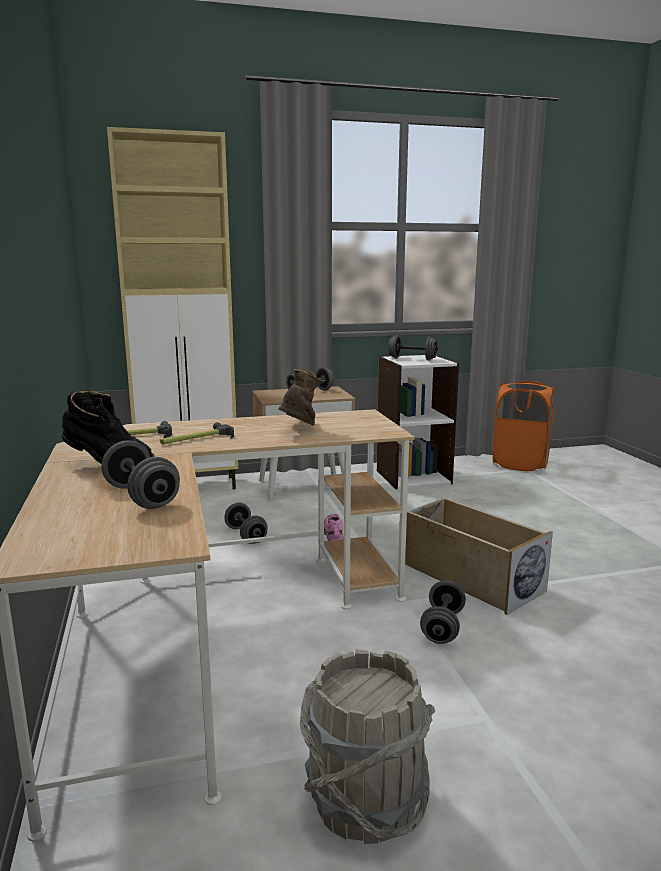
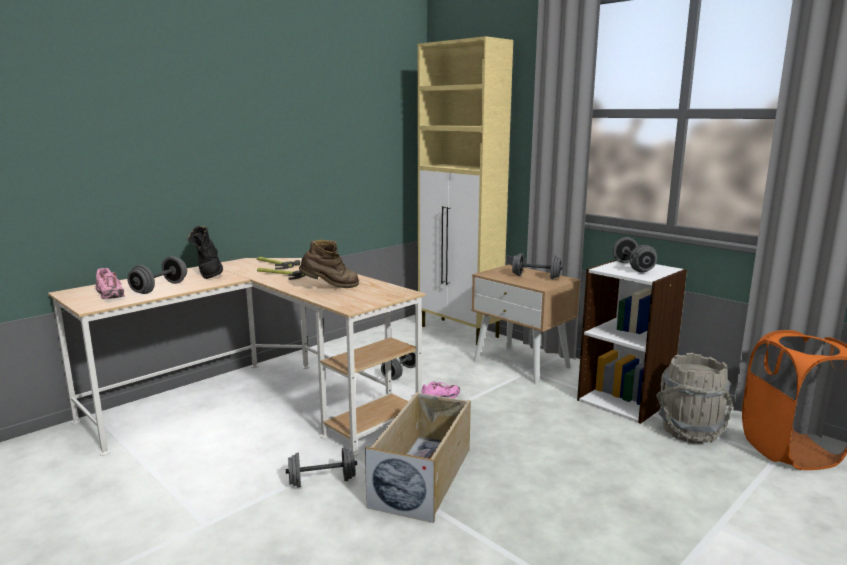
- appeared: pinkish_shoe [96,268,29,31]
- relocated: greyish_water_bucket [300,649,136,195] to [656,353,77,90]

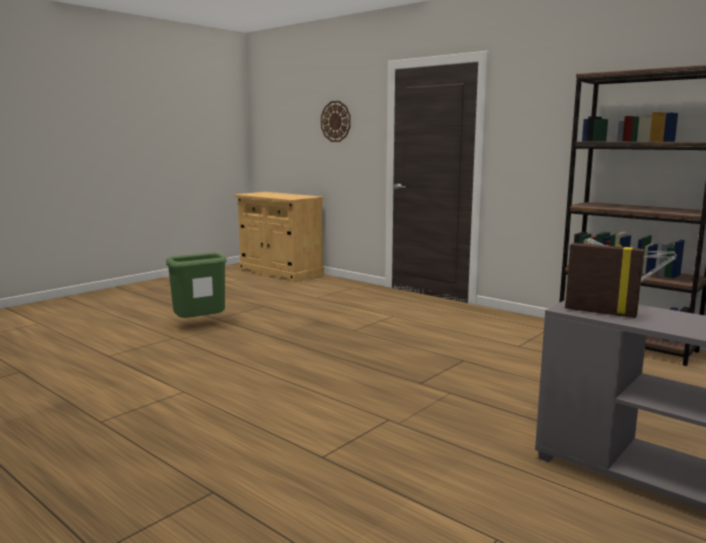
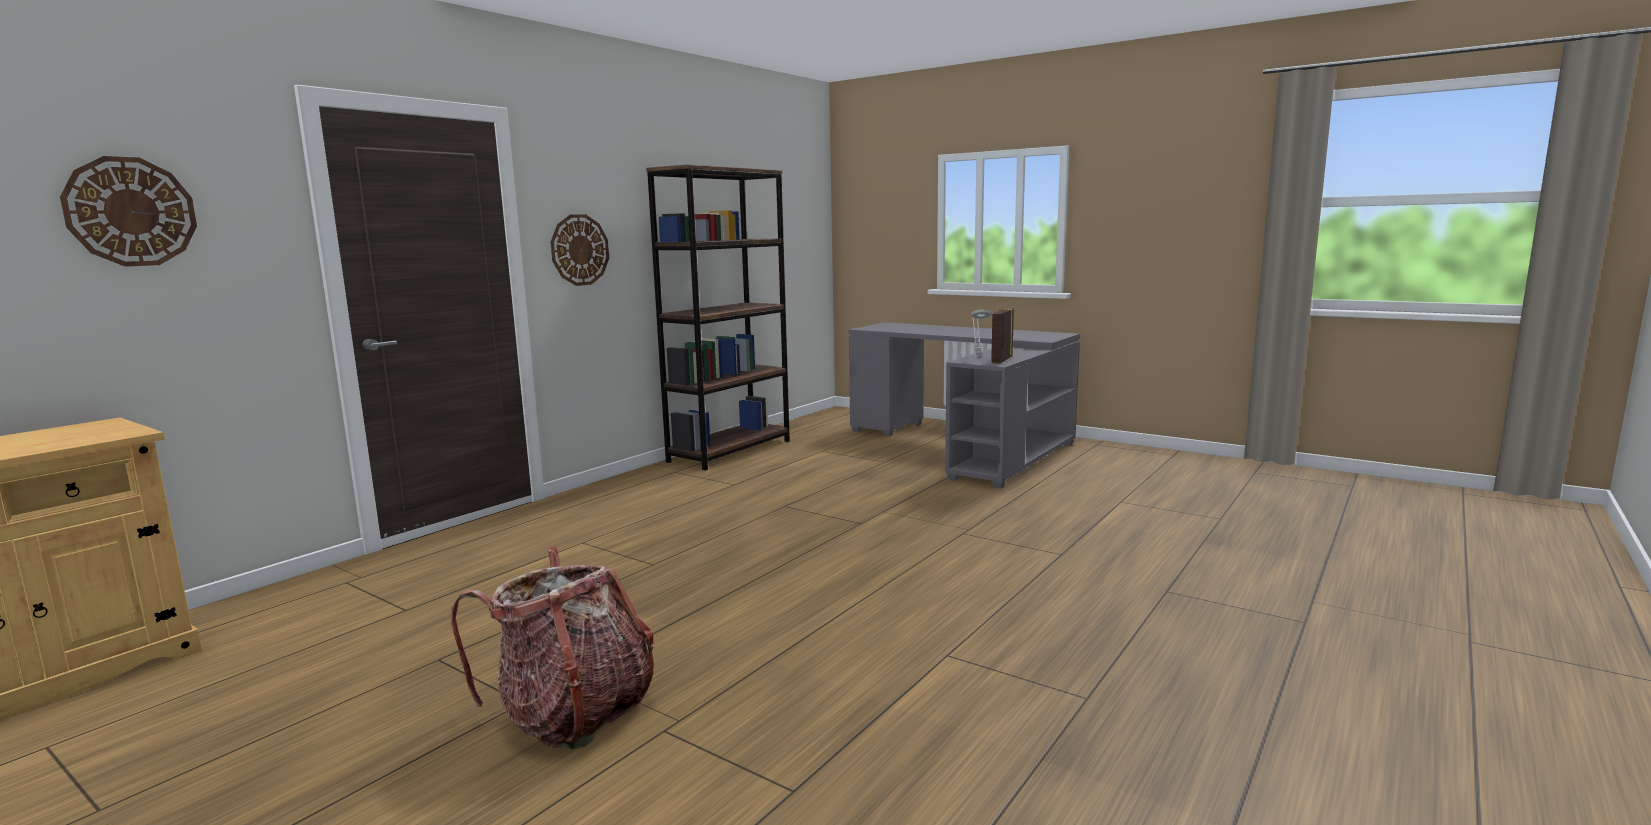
- appeared: clock_on_the_wall [551,214,58,72]
- exchanged: greenish_trash_can [166,253,61,65] to rucksack [451,546,203,203]

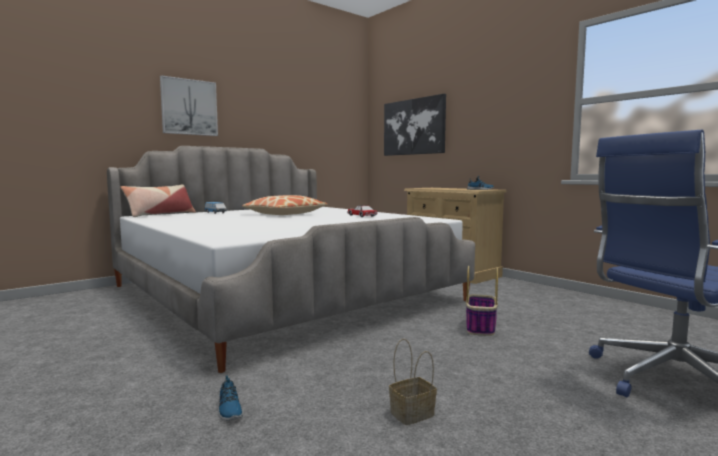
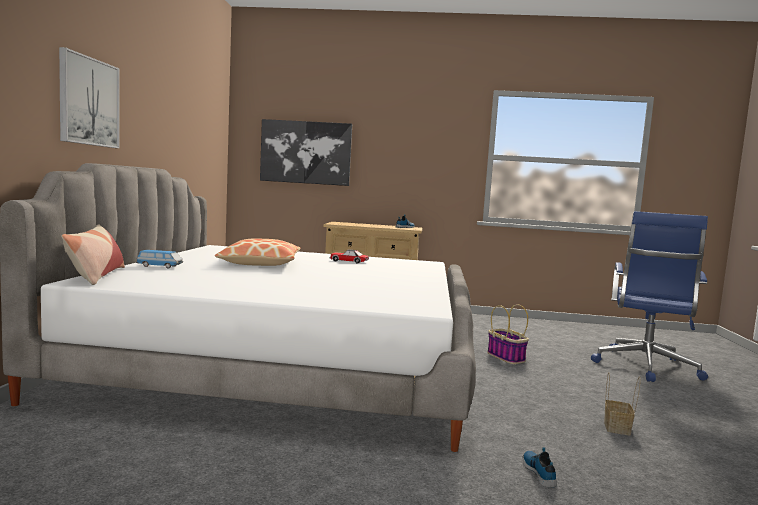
- spun: shoe [218,375,25,46] = [523,447,34,41] 120 degrees counterclockwise

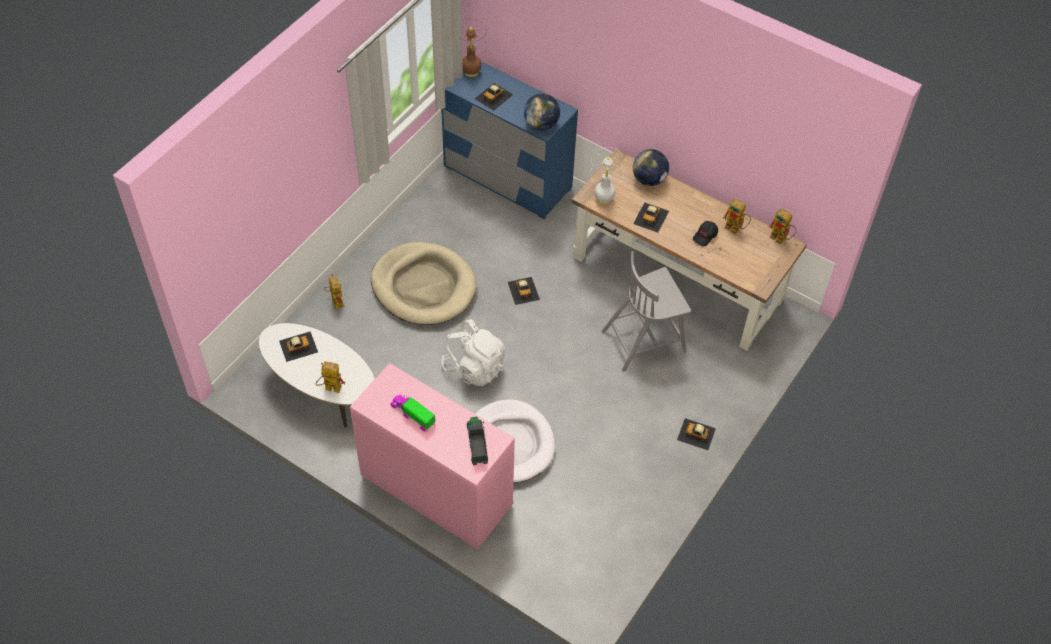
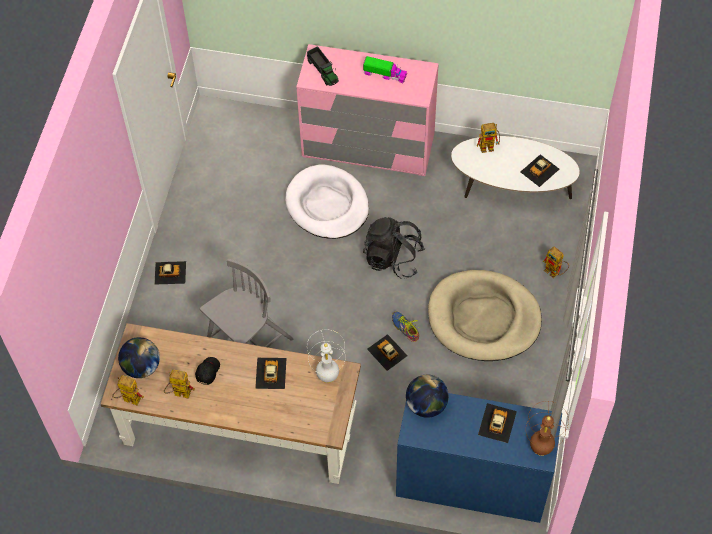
- appeared: shoe [392,311,27,31]
- relocated: globe [633,149,36,37] to [118,337,42,41]
- colour: white-coloured_rucksack [441,320,64,66] to black_rucksack [363,217,62,62]

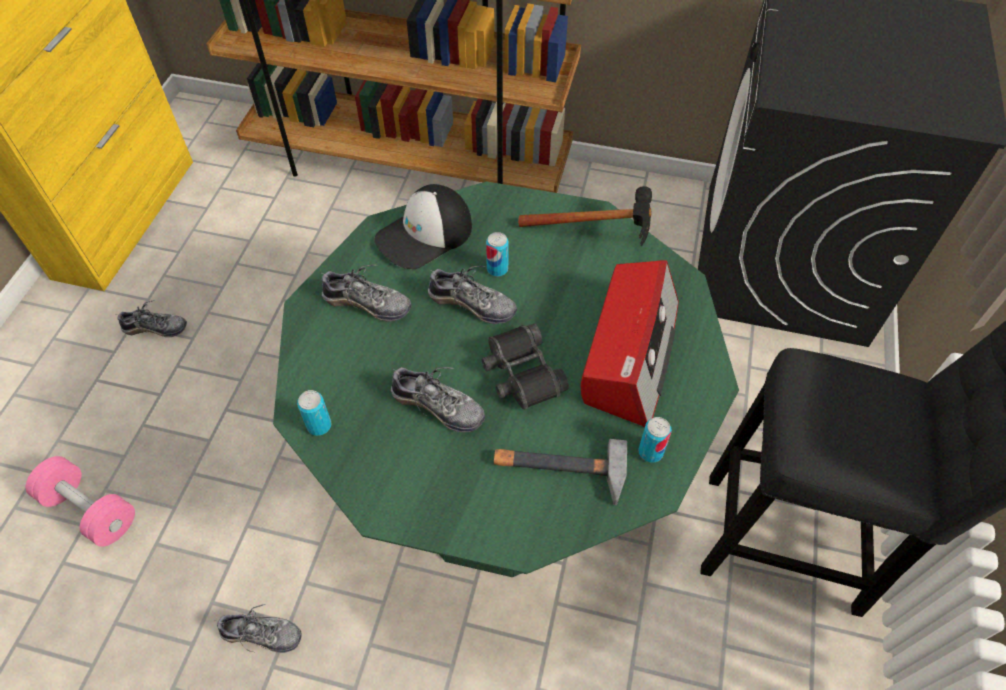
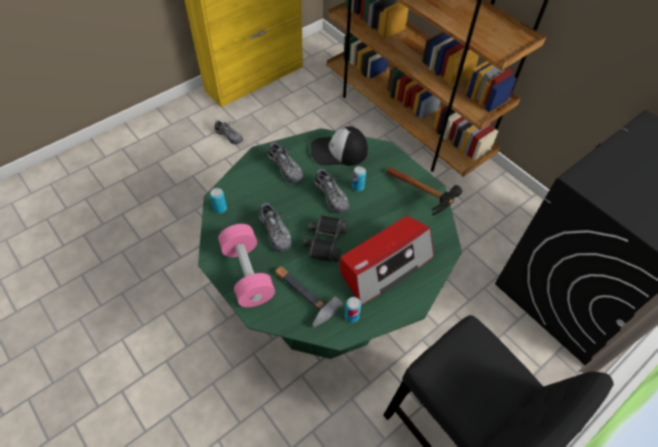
- missing: shoe [217,604,85,49]
- relocated: pinkish_hand_weight [26,456,109,91] to [218,224,57,83]

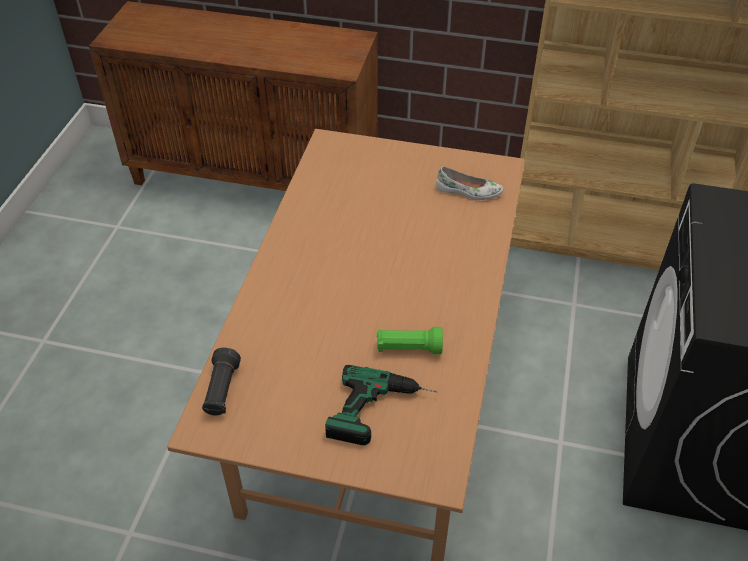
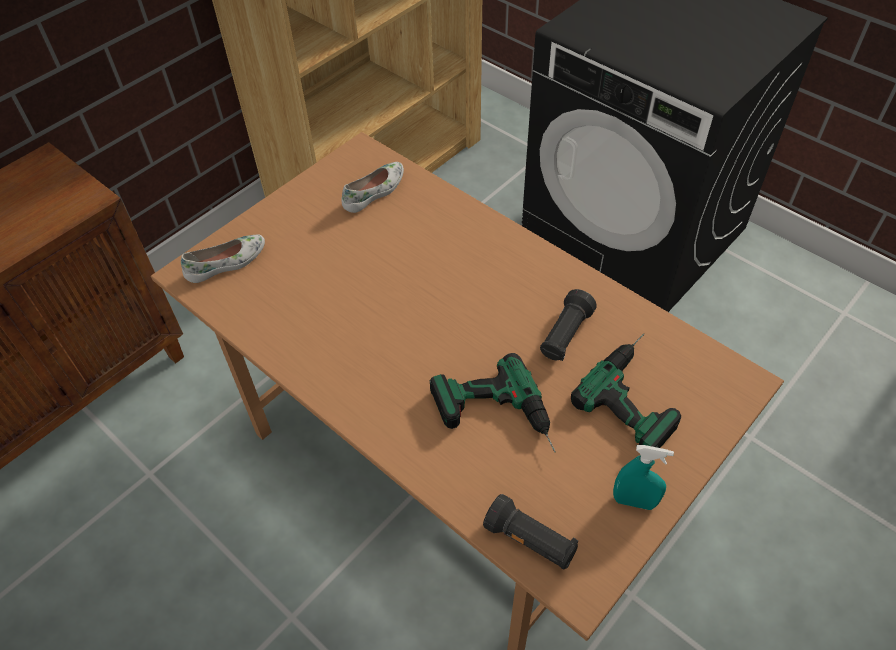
- appeared: white-coloured_shoe [181,234,84,49]
- appeared: electric_drill [429,353,127,99]
- appeared: blue-green_hand_sprayer [613,445,61,65]
- colour: greenish_hand_torch [377,327,66,27] to black_hand_torch [540,289,56,72]

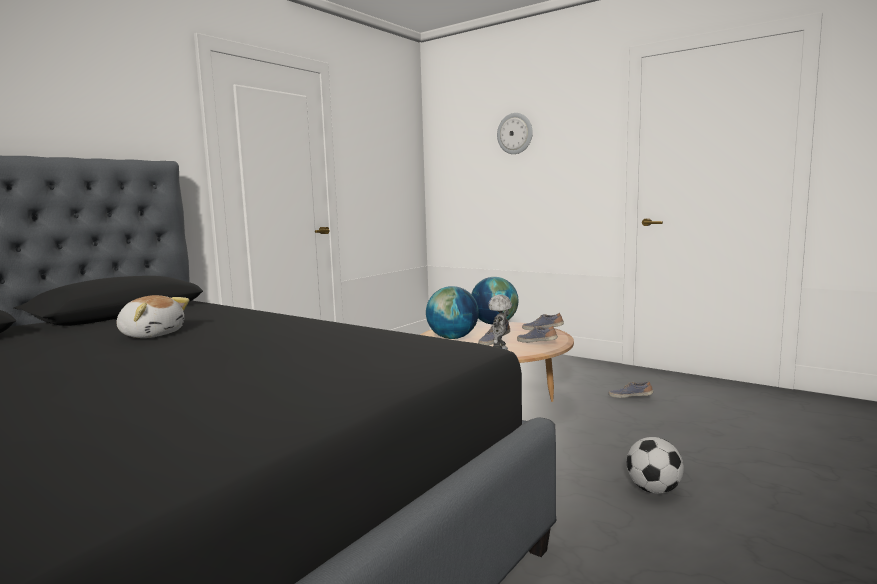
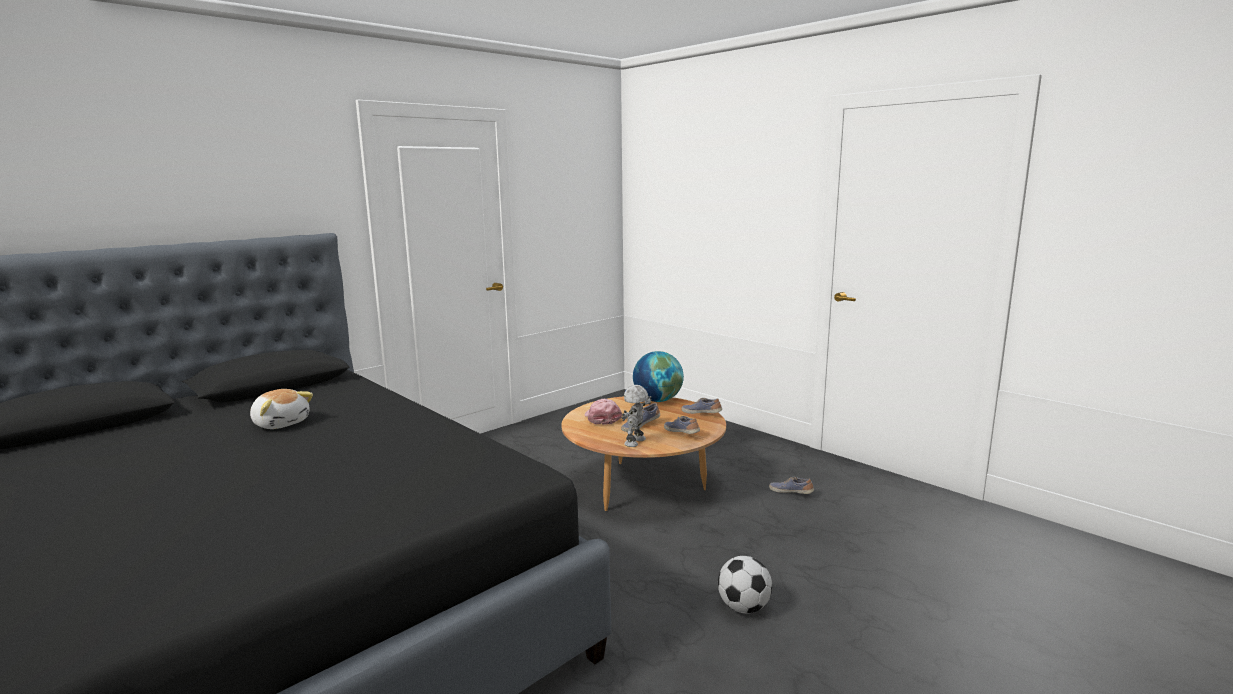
- missing: clock_on_the_wall [497,113,36,41]
- exchanged: globe [426,286,53,53] to pinkish_cap [585,399,37,26]

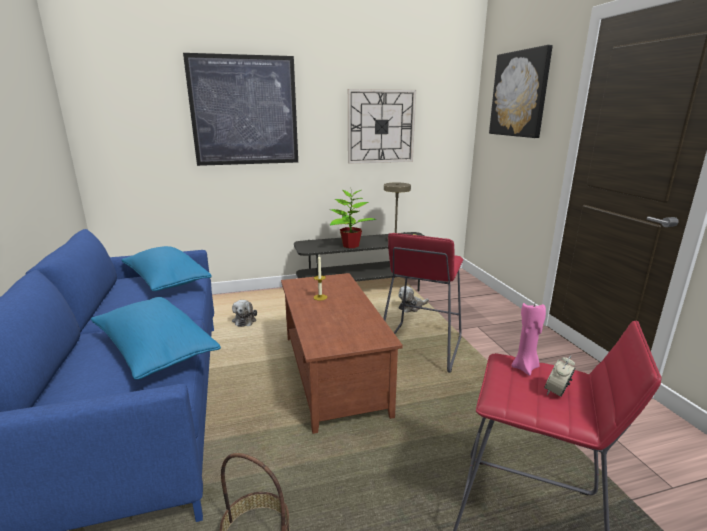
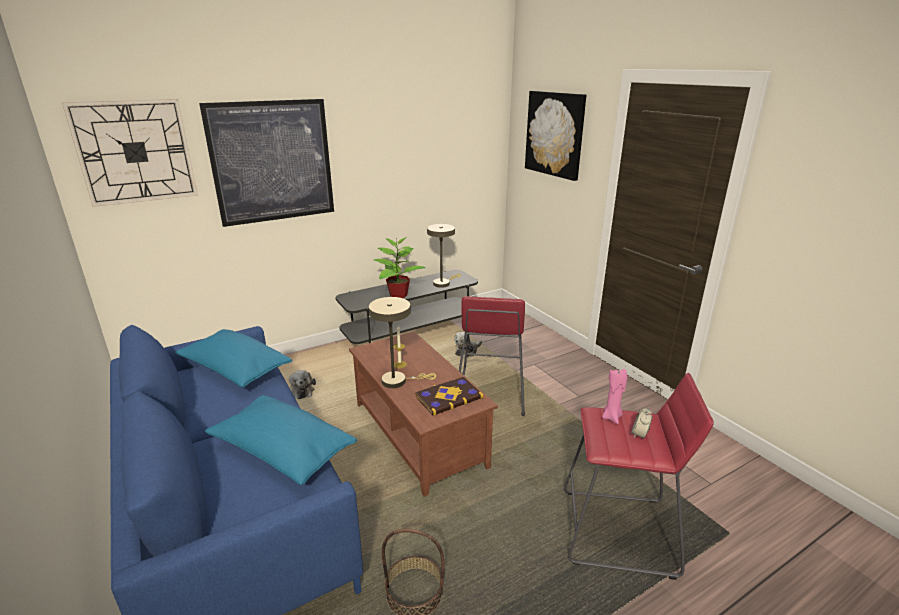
- appeared: sand-coloured_table_lamp [369,297,67,91]
- appeared: bound_book [415,377,68,39]
- relocated: clock_on_the_wall [348,89,68,75] to [62,99,136,108]

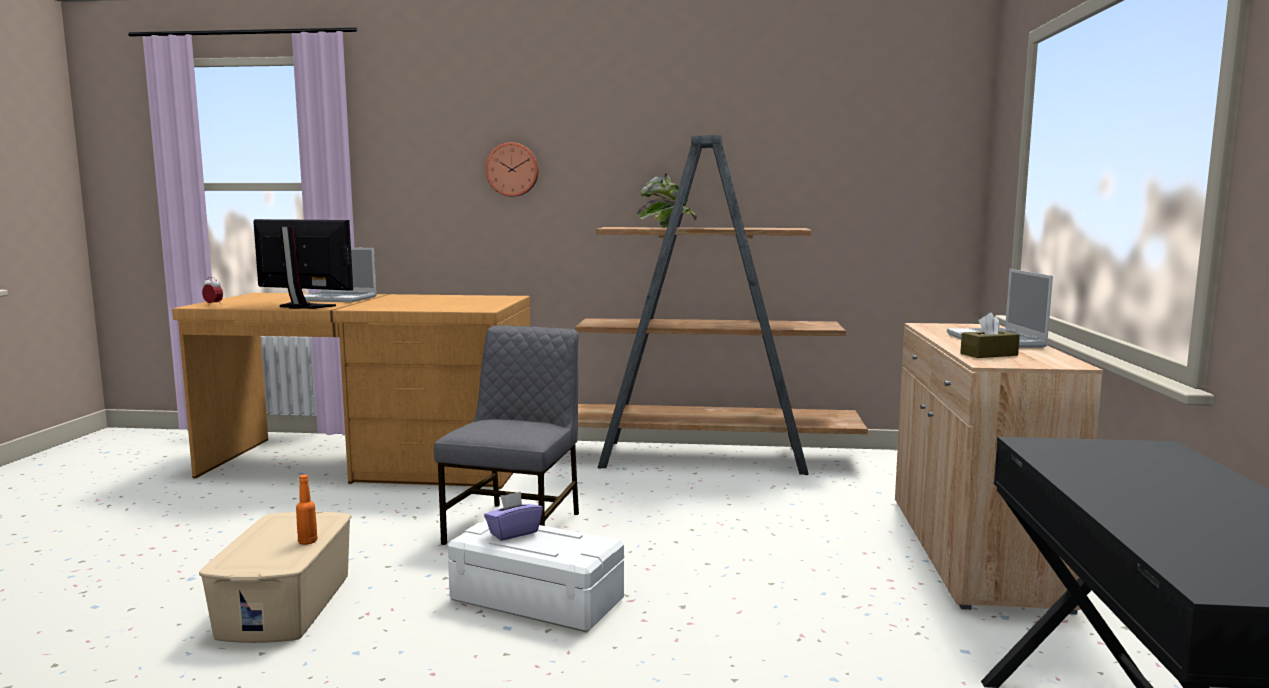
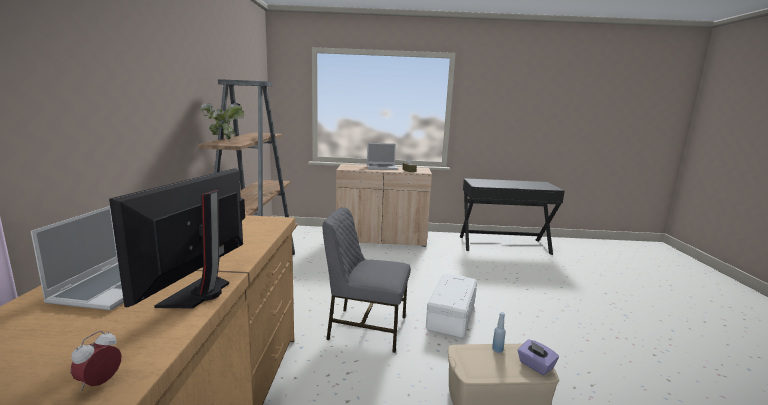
- missing: clock_on_the_wall [485,142,54,55]
- relocated: purple-coloured_box_of_tissues [484,492,59,49] to [518,339,41,36]
- colour: orange-coloured_bottle [296,475,21,70] to blue-coloured_bottle [492,312,14,41]

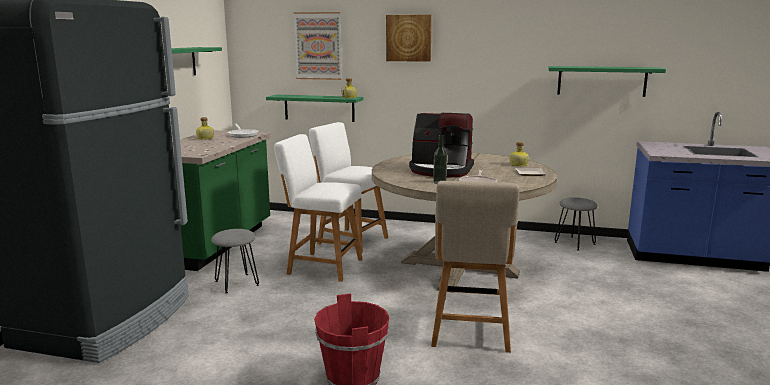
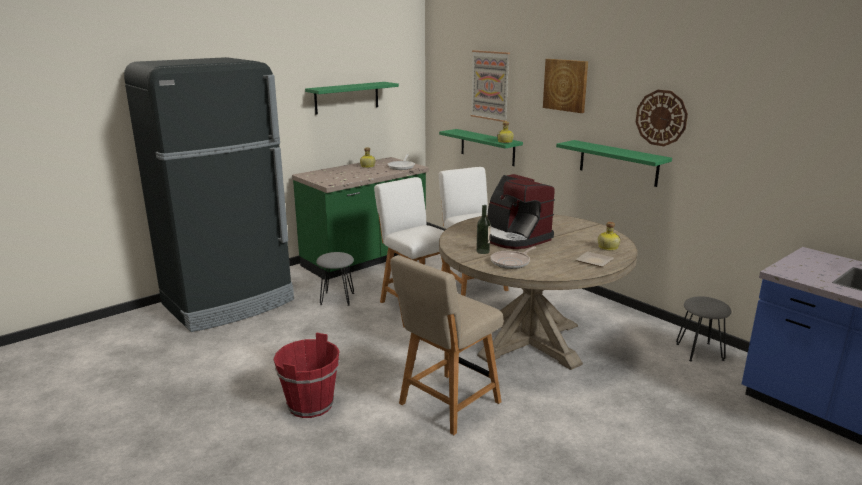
- appeared: clock_on_the_wall [636,90,52,56]
- relocated: greenish_shelf [548,66,118,31] to [556,140,116,47]

